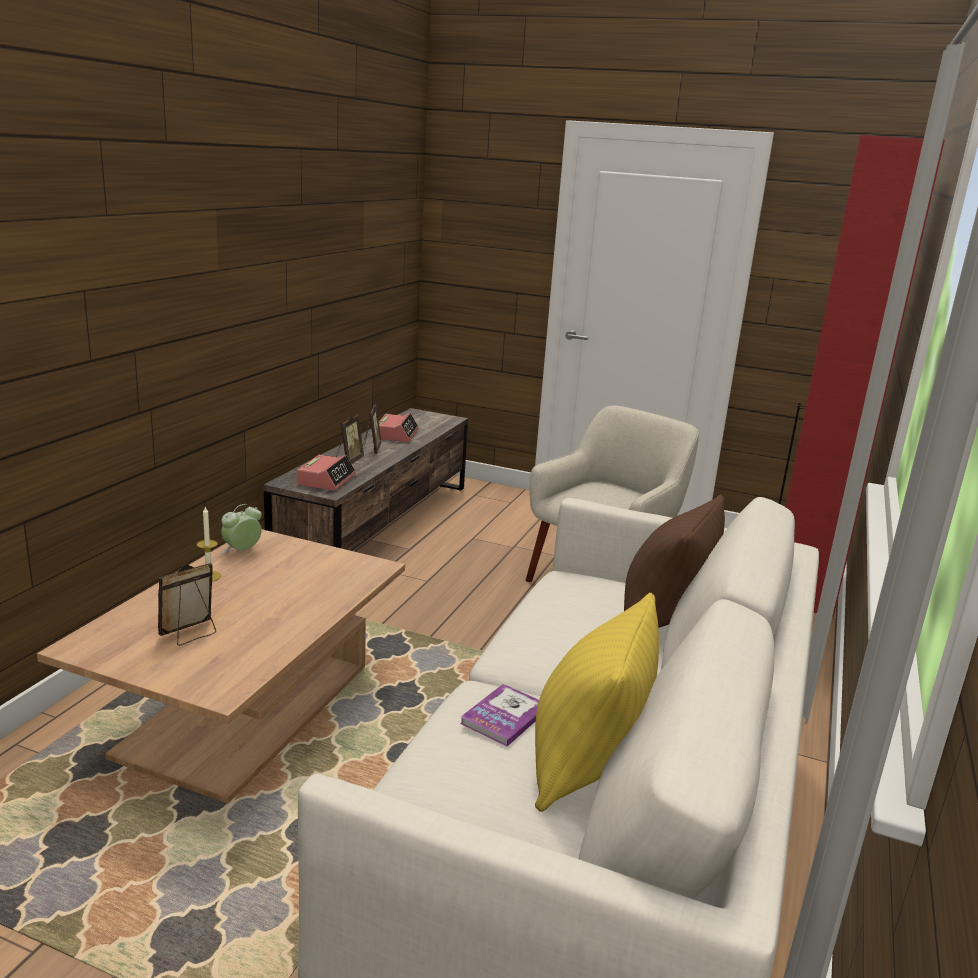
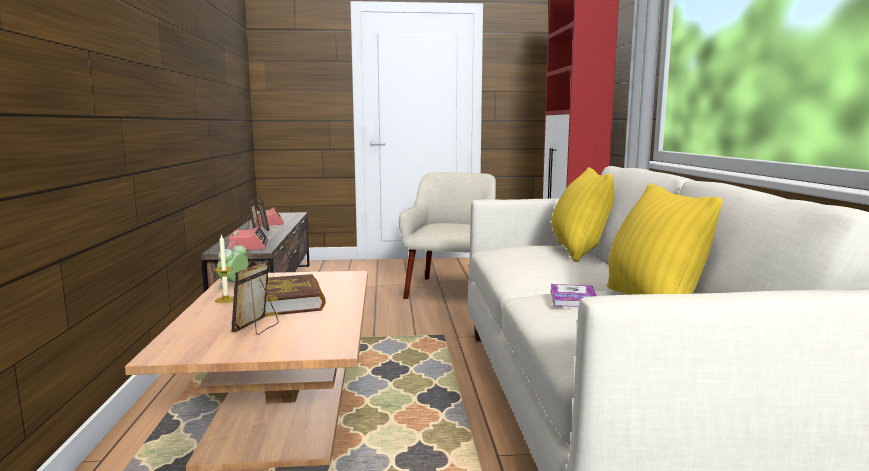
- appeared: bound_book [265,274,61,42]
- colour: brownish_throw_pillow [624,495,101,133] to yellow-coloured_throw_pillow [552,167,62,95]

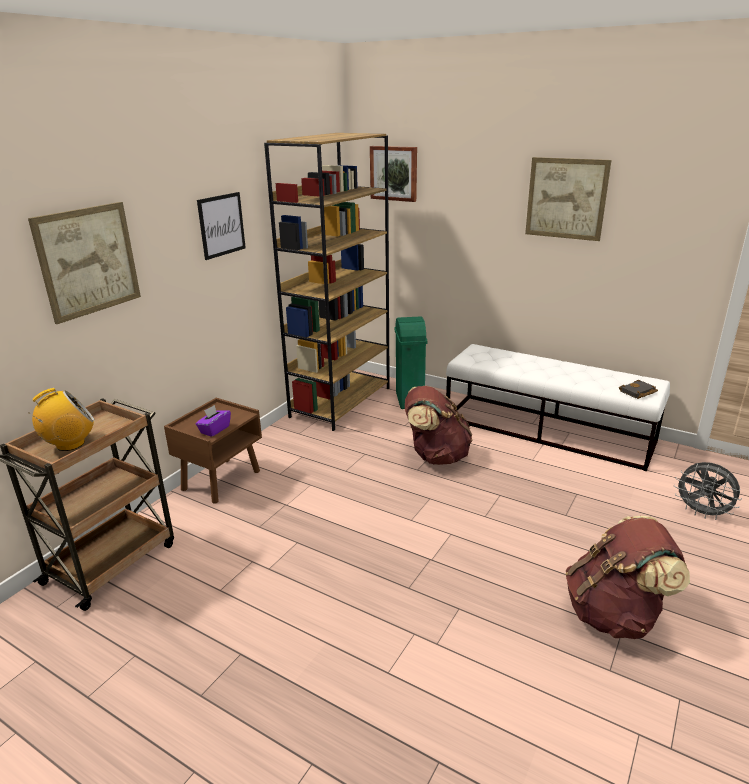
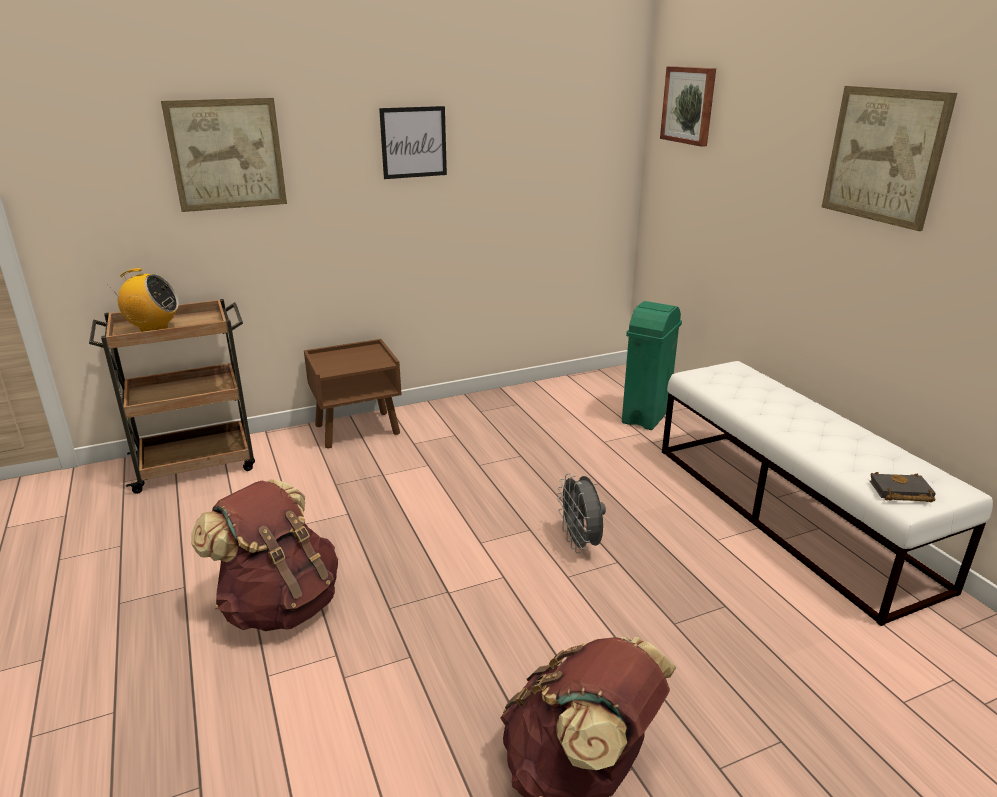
- missing: purple-coloured_box_of_tissues [196,405,35,32]
- missing: brownish_bookshelf [264,133,126,298]
- relocated: brownish_rucksack [405,386,68,79] to [191,479,147,152]
- relocated: greyish_fan [674,462,68,58] to [557,473,49,80]

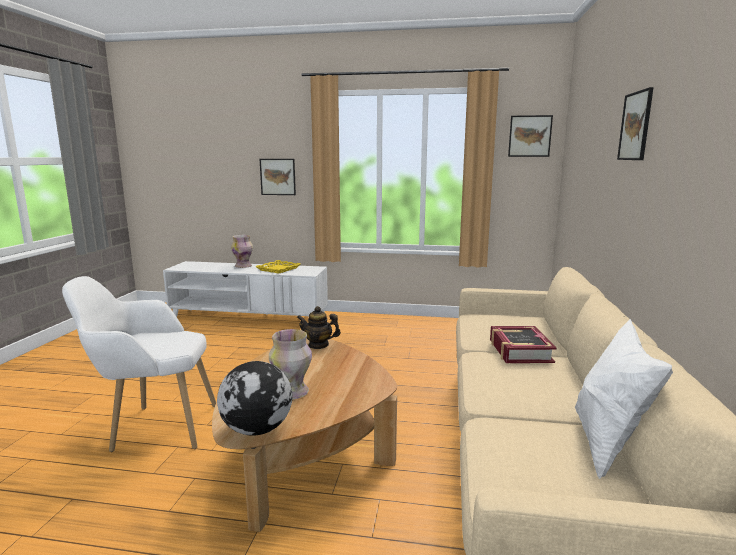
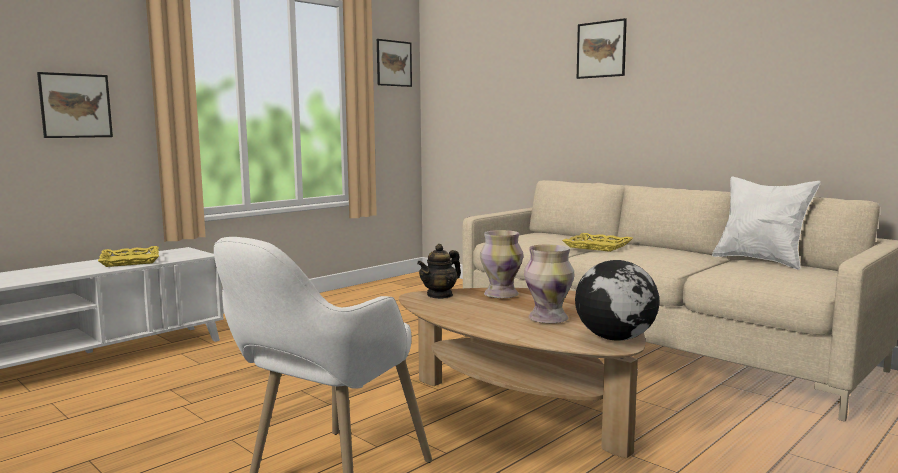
- relocated: vase [231,235,22,33] to [480,230,43,68]
- exchanged: bound_book [490,326,67,37] to yellow-coloured_tray [562,233,71,19]

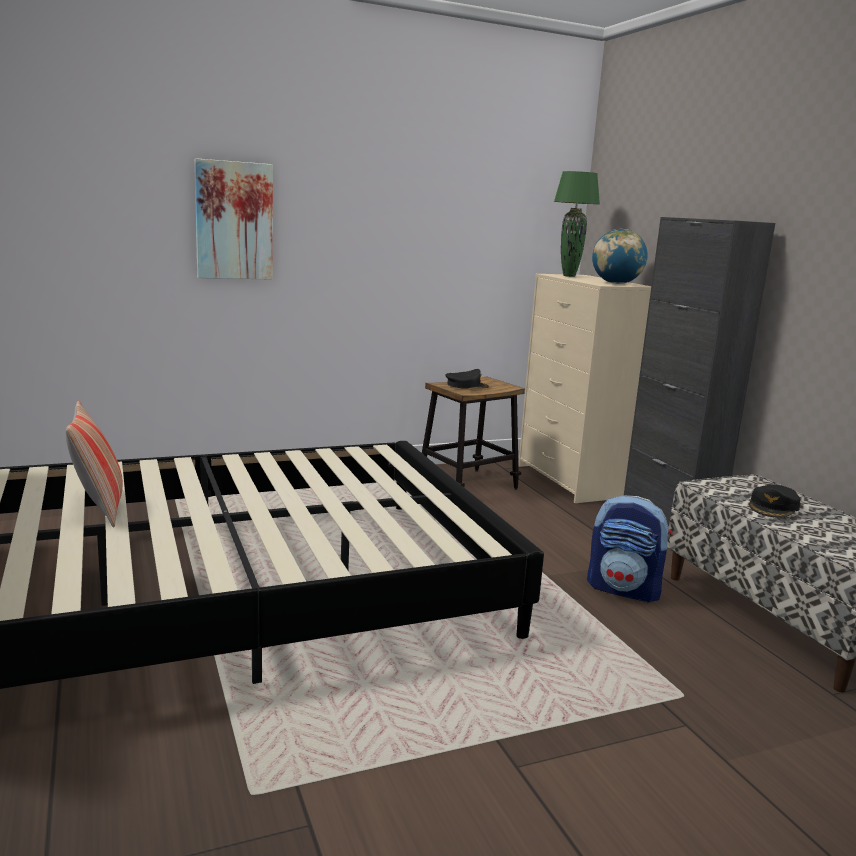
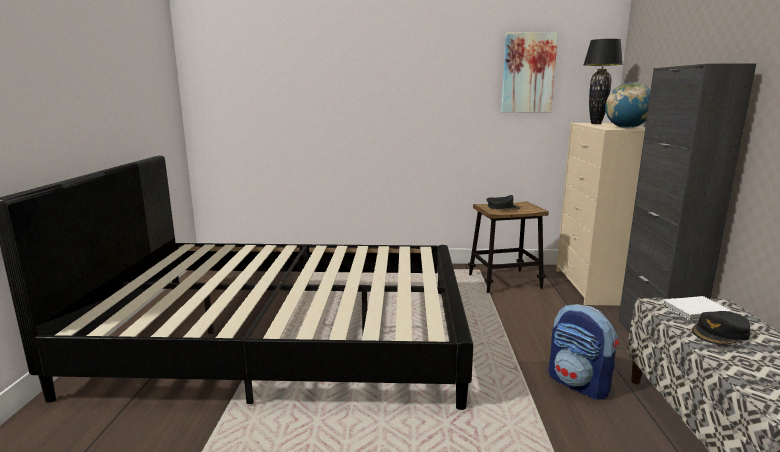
- missing: throw_pillow [66,401,57,127]
- appeared: white-coloured_bound_book [663,296,69,24]
- relocated: wall_art [195,158,78,122] to [501,32,57,80]
- colour: greenish_table_lamp [554,171,46,106] to black_table_lamp [584,39,39,85]

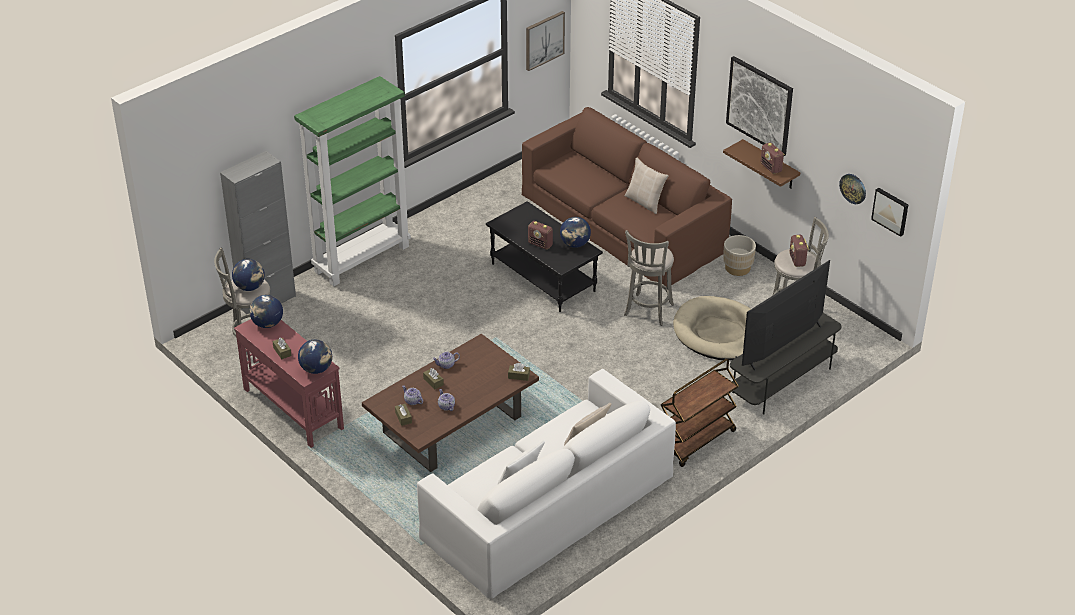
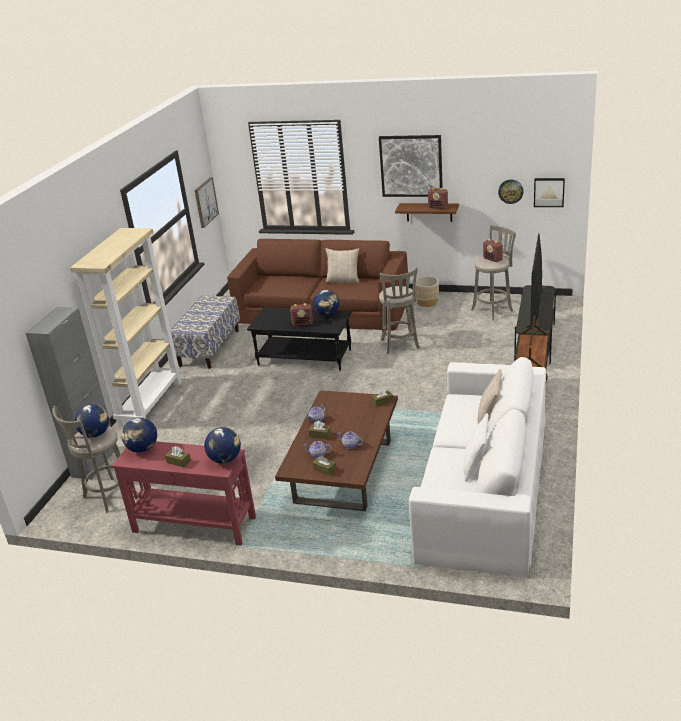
- missing: sand-coloured_dog_bed [673,296,78,64]
- appeared: long_seat [171,296,69,73]
- colour: greenish_bookshelf [294,76,117,210] to sand-coloured_bookshelf [70,228,112,199]

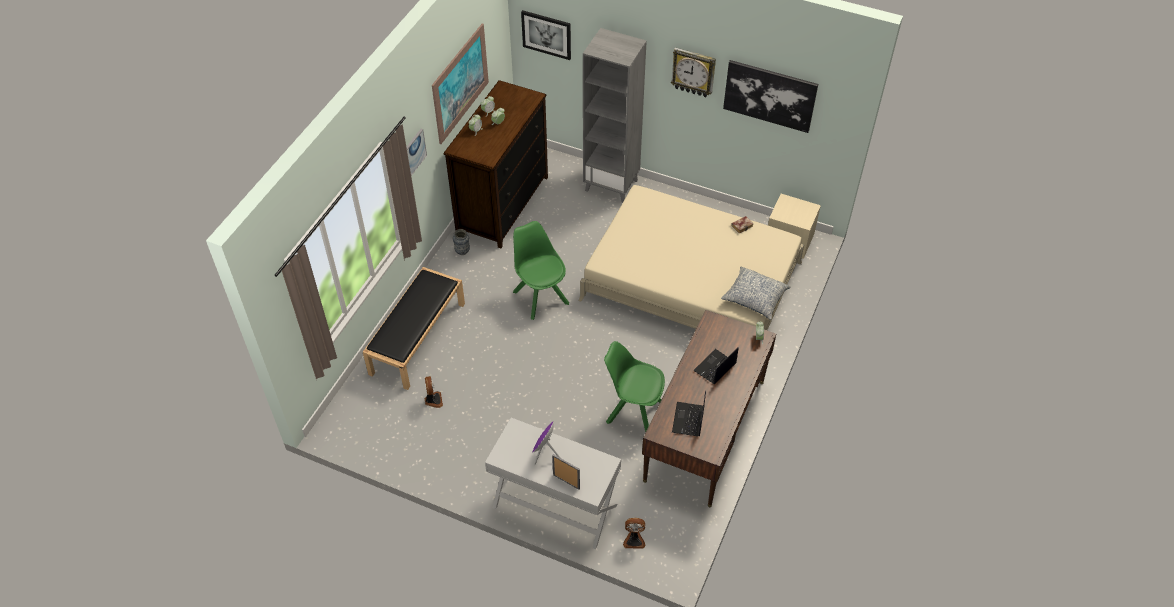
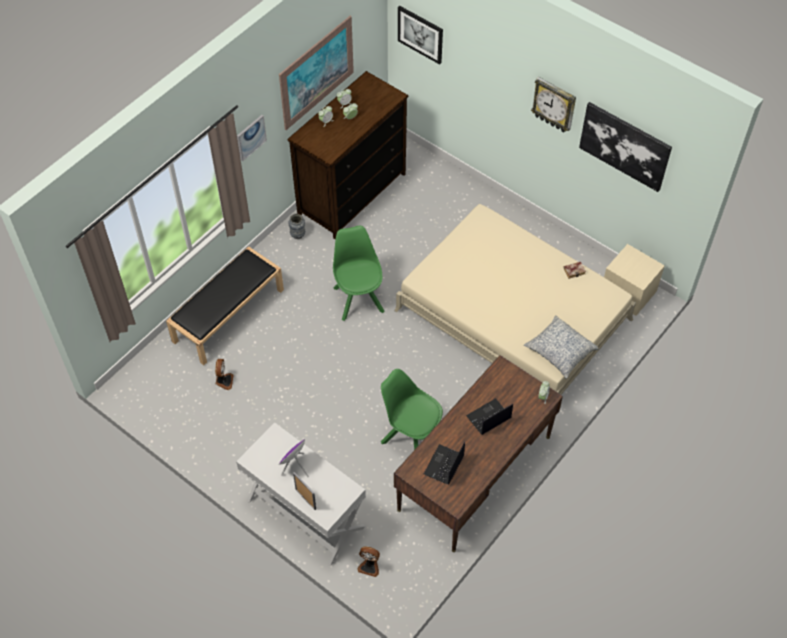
- missing: greyish_bookshelf [583,28,64,175]

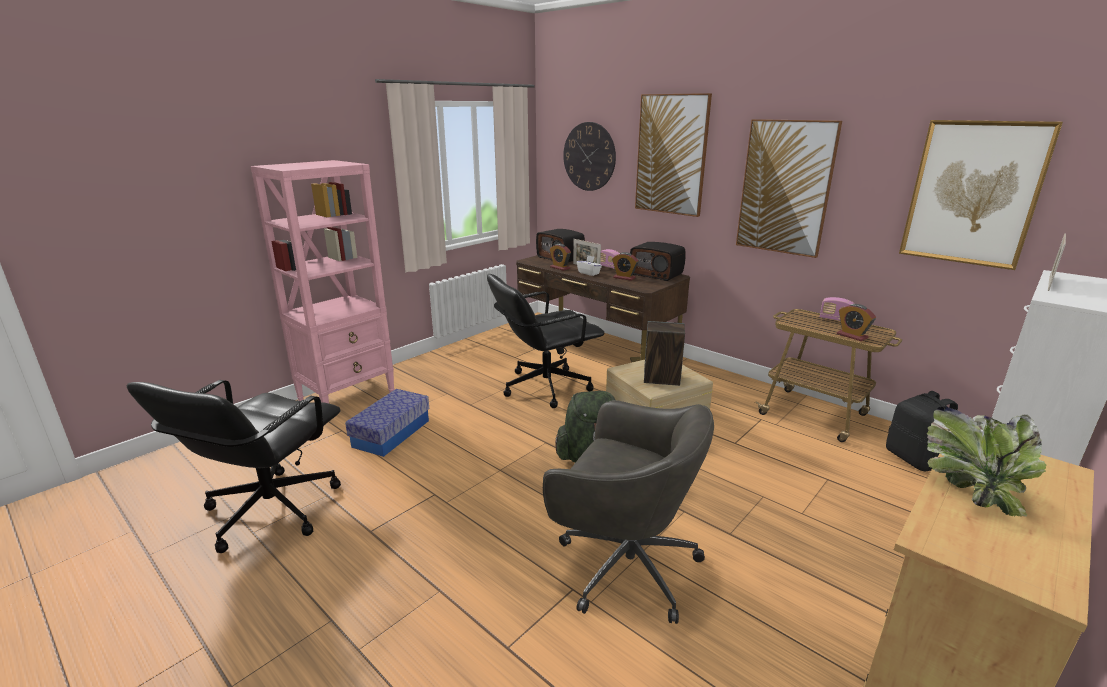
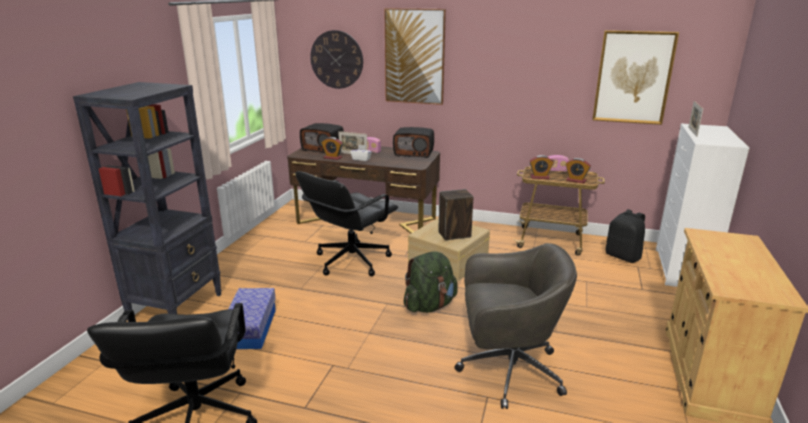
- missing: wall_art [736,119,106,139]
- missing: potted_plant [927,406,120,111]
- relocated: alarm_clock [612,252,27,29] to [530,155,24,24]
- colour: pinkish_bookshelf [250,160,145,243] to black_bookshelf [73,82,149,240]

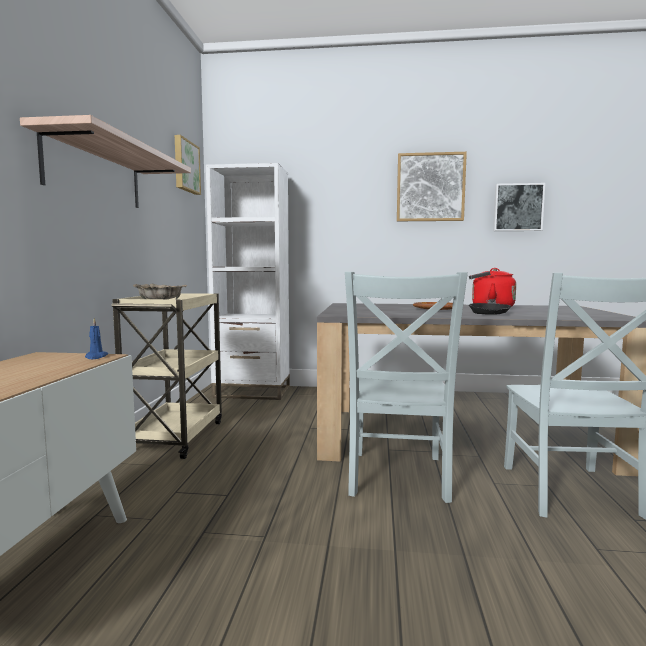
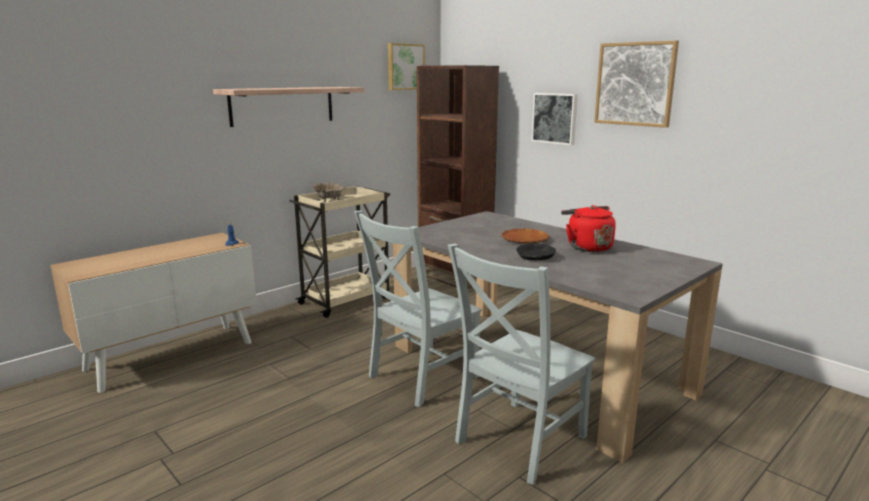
- relocated: wall_art [493,183,52,48] to [531,93,47,52]
- colour: white-coloured_bookshelf [206,163,84,237] to brownish_bookshelf [417,65,82,223]

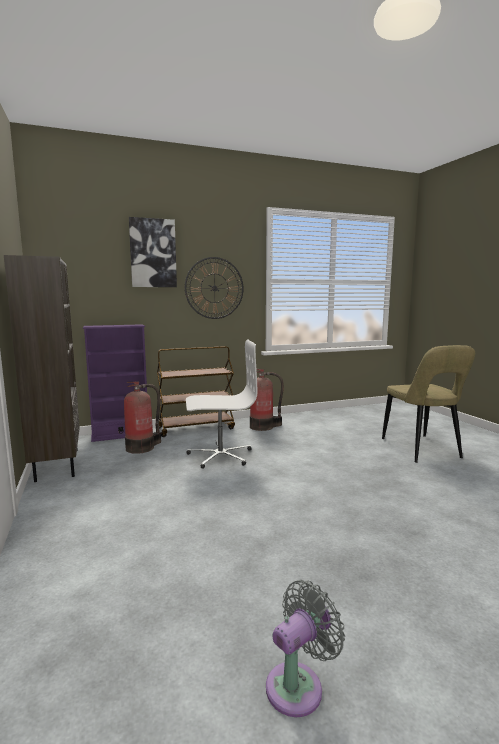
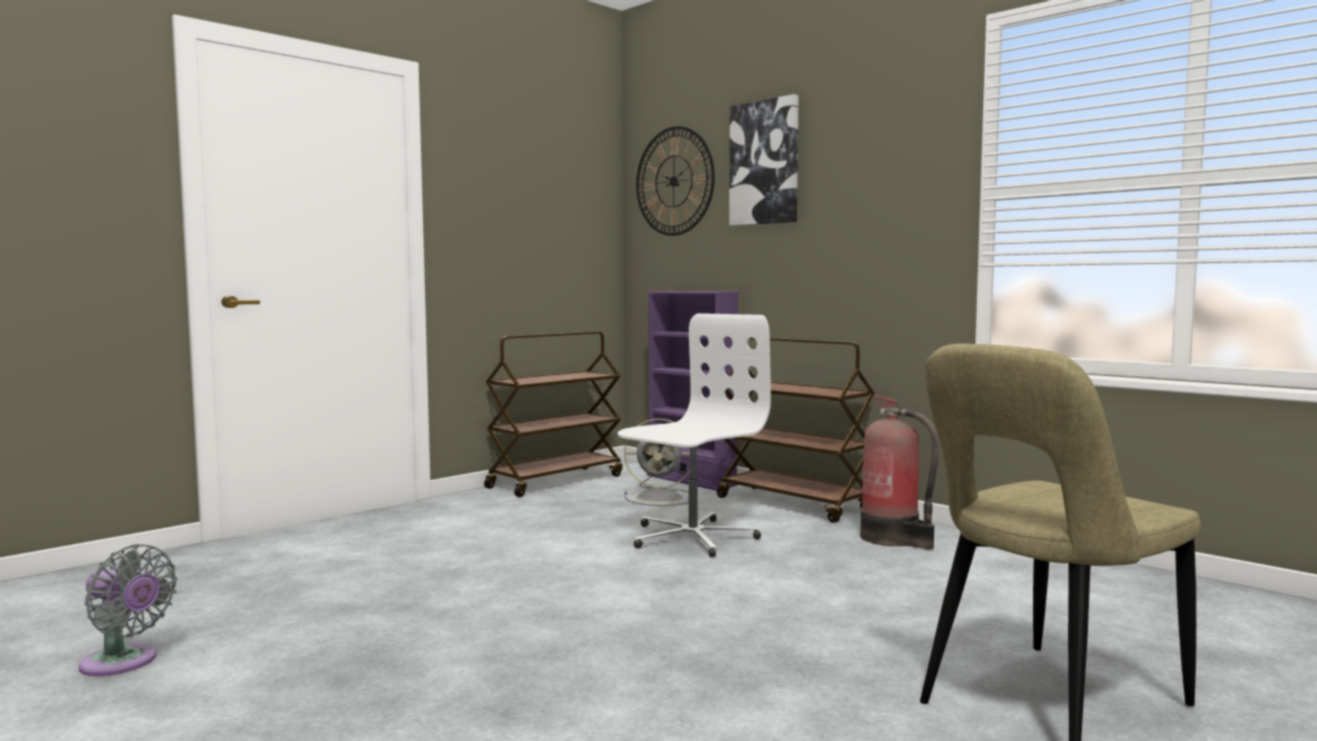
- relocated: clock_on_the_wall [185,257,59,62] to [636,126,79,110]
- exchanged: brownish_bookshelf [4,255,76,227] to brownish_cart [484,331,138,166]
- exchanged: extinguisher [124,382,37,72] to greyish_fan [624,419,66,87]
- spun: white-coloured_computer_chair [186,339,71,130] = [617,313,154,244] 105 degrees counterclockwise

